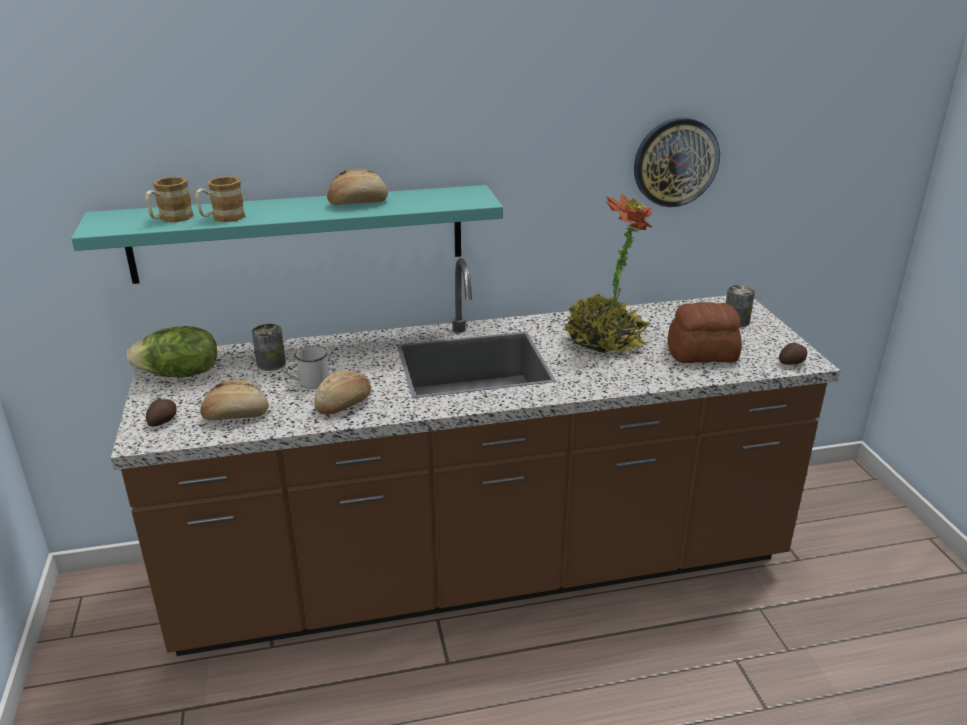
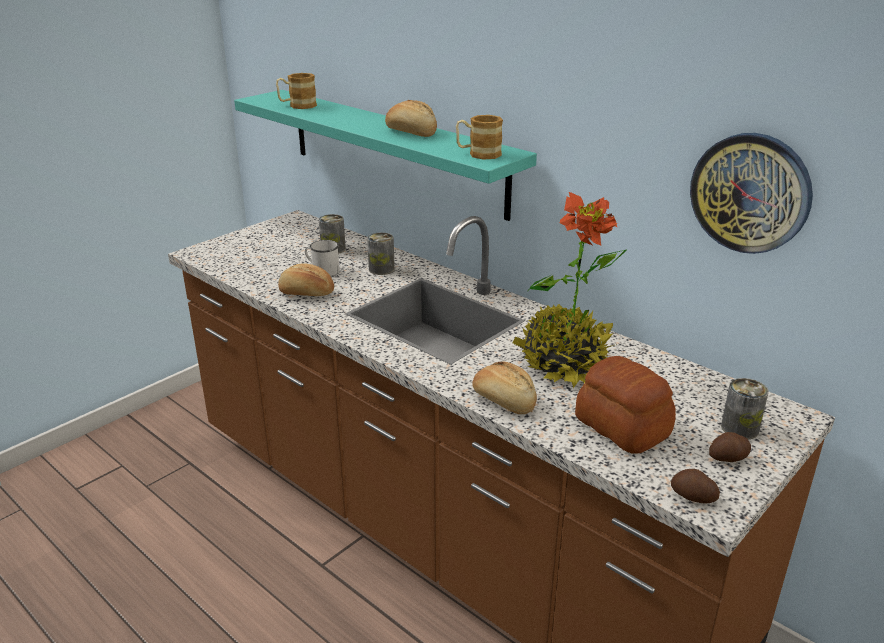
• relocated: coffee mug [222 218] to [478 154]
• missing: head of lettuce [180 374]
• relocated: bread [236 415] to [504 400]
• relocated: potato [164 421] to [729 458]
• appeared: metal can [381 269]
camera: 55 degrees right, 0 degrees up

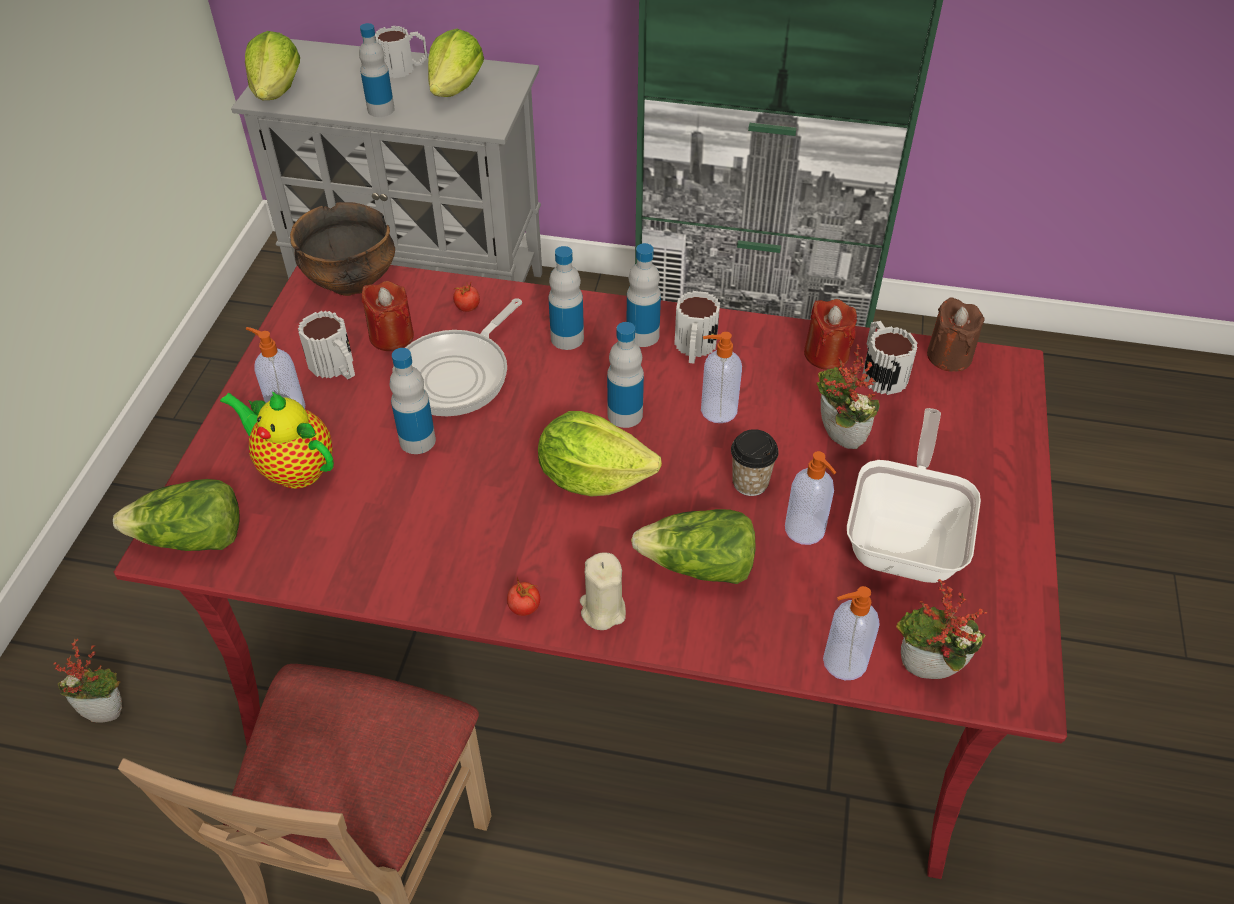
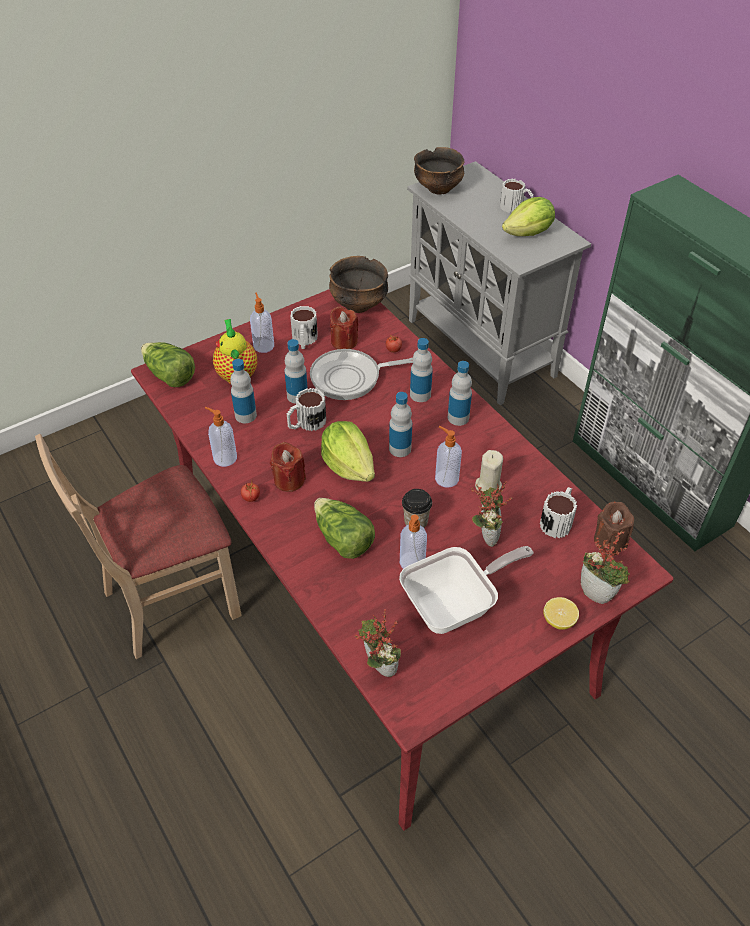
• relocated: beverage bottle [381 109] to [245 415]
• exchanged: head of lettuce [277 91] to deep dish [438 188]
• relocated: coffee mug [694 349] to [306 423]
• relocated: red candle [826 354] to [289 480]
• relocated: beige-coloured candle [602 610] to [488 485]
• relocated: soap bottle [843 662] to [224 458]
• relocated: houseplant [108 710] to [598 593]
• appeared: whole lemon [559 620]
camera: 45 degrees right, 0 degrees up

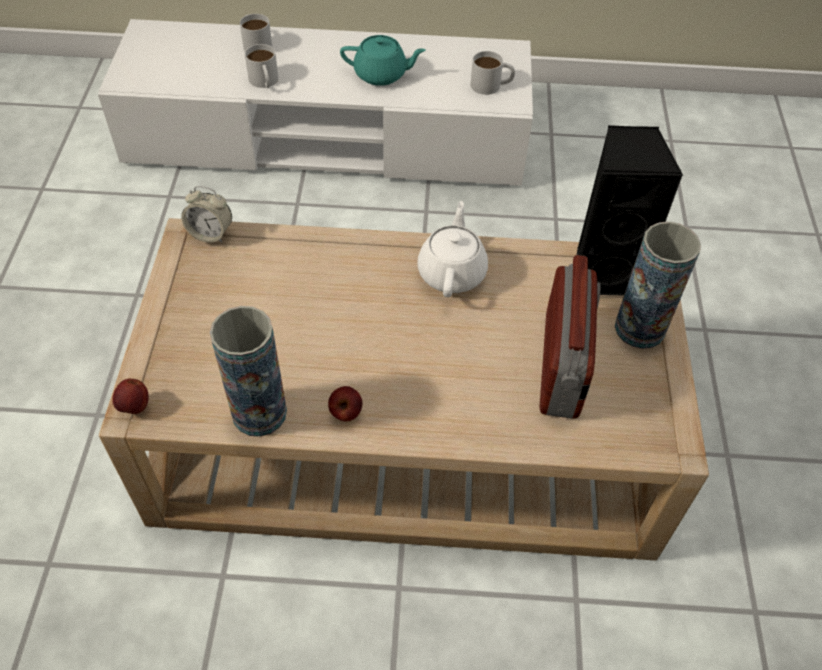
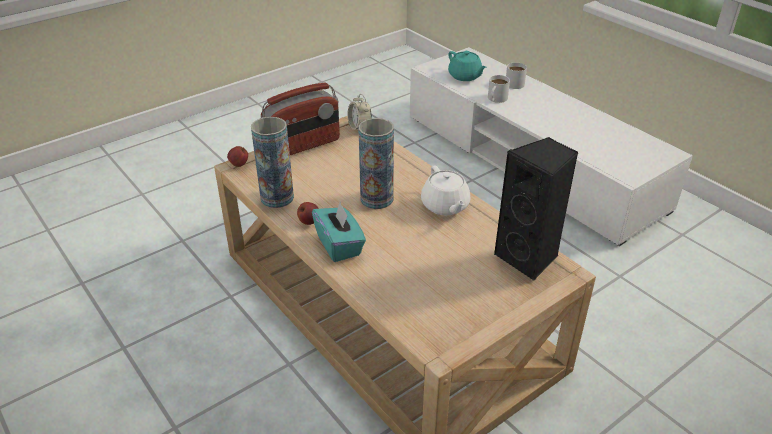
• relocated: turquoise tea pot [381 75] to [465 76]
• missing: white coffee mug [491 85]
• spun: white tea pot [452 272] = [445 206] 105 degrees clockwise
• relocated: flower vase [639 328] to [376 199]
• relocated: radio [562 365] to [303 146]
• appeared: turquoise box of tissues [339 245]
camera: 50 degrees right, 15 degrees down

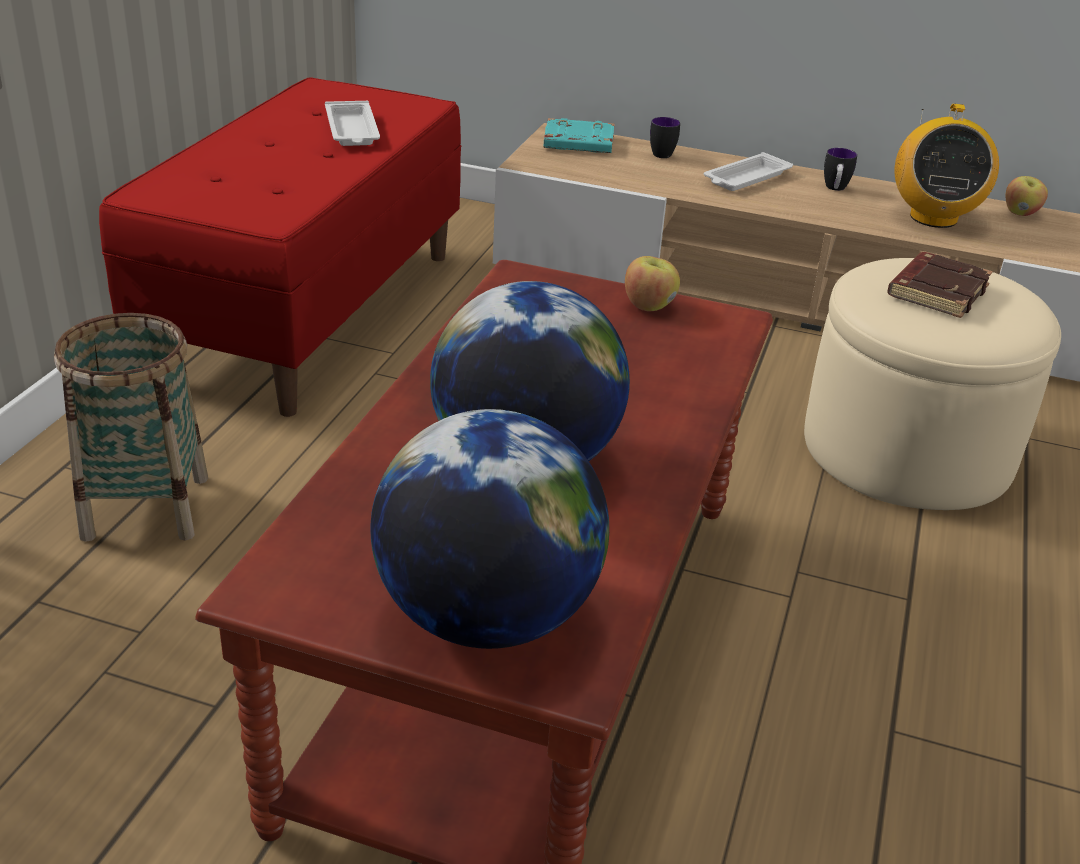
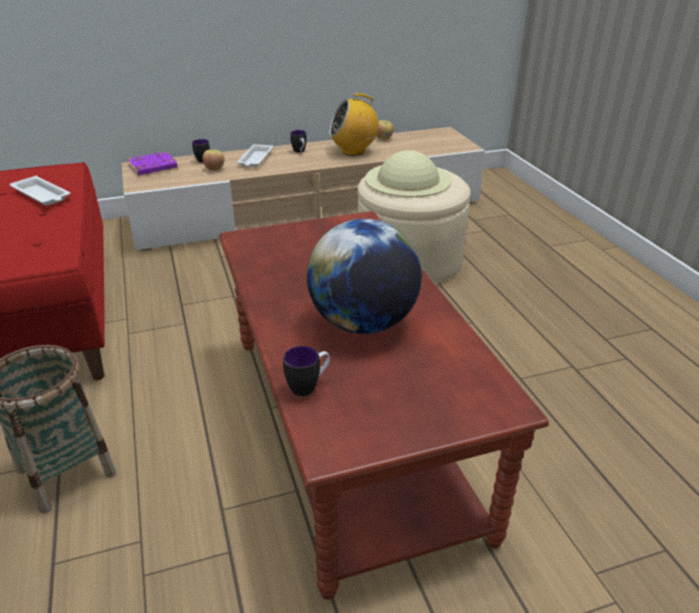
• spun: radio [933 217] = [353 151] 105 degrees clockwise
• colour: turquoise book [577 143] to purplish book [153 168]
• exchanged: brown book [936 291] to beige-coloured hat [408 179]
• relocated: apple [649 305] to [214 169]
• missing: world globe [486 616]
• appeared: coffee mug [309 386]
camera: 35 degrees left, 0 degrees up

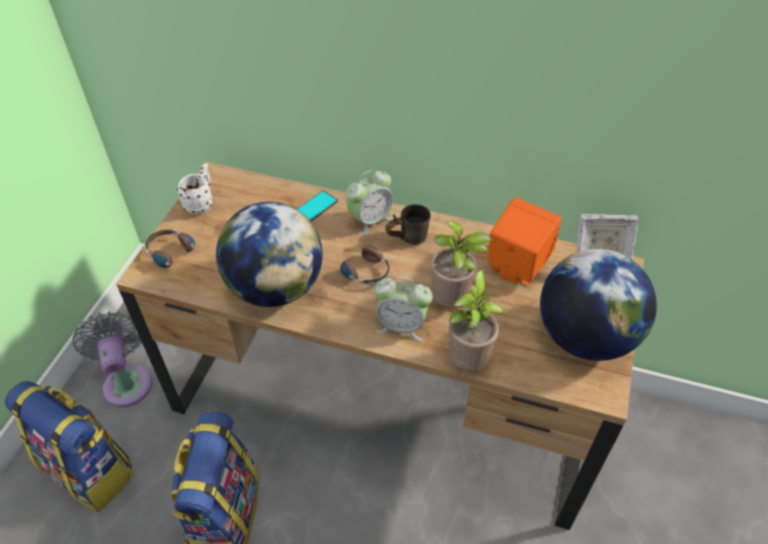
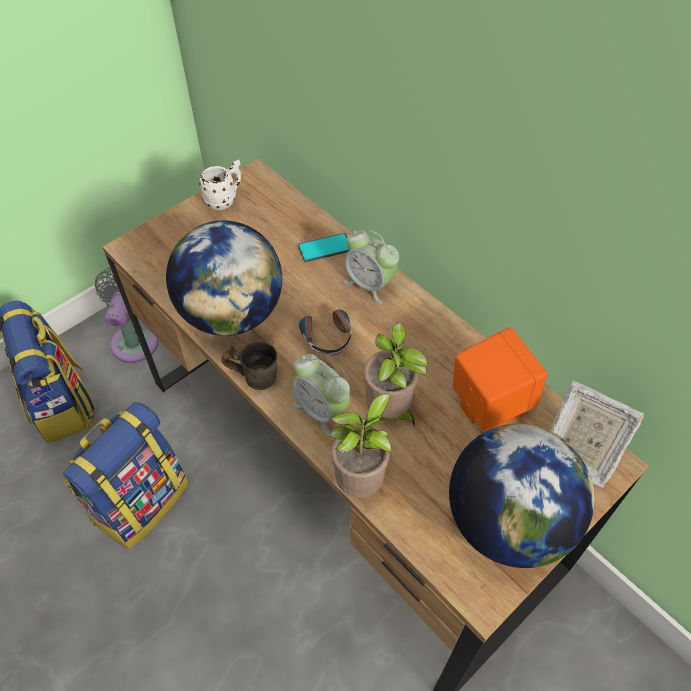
• spun: table clock [370 220] = [370 284] 45 degrees clockwise
• relocated: greyish coffee mug [407 237] to [254 374]
• missing: headphones [175 256]
camera: 30 degrees right, 5 degrees up

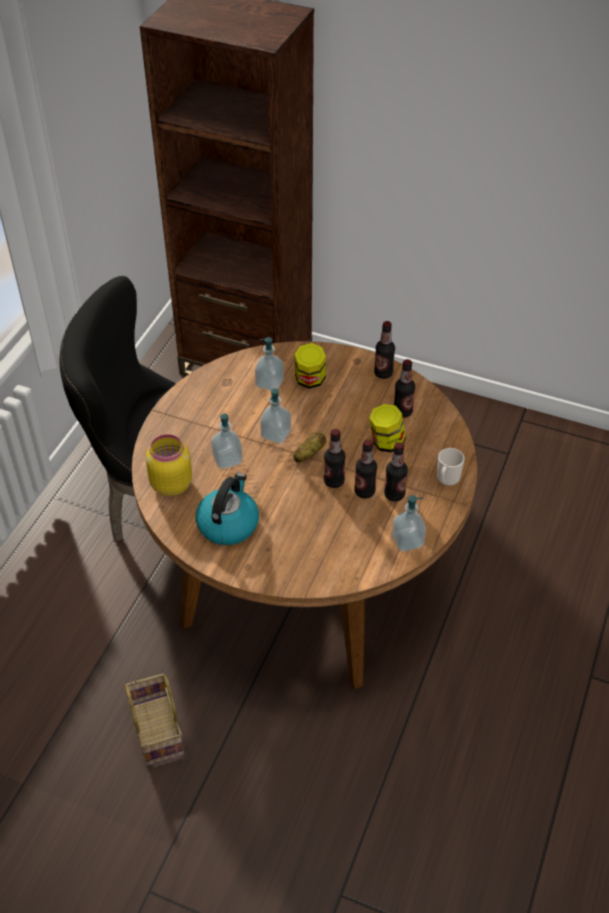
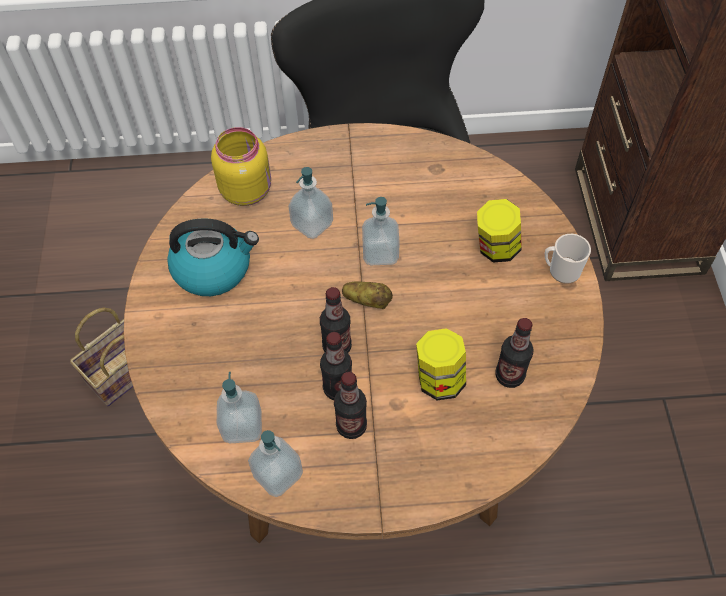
• missing: beverage bottle [383 373]
• relocated: soap bottle [269 383] to [242 426]
• relocated: coffee mug [447 479] to [561 270]
camera: 65 degrees right, 10 degrees up

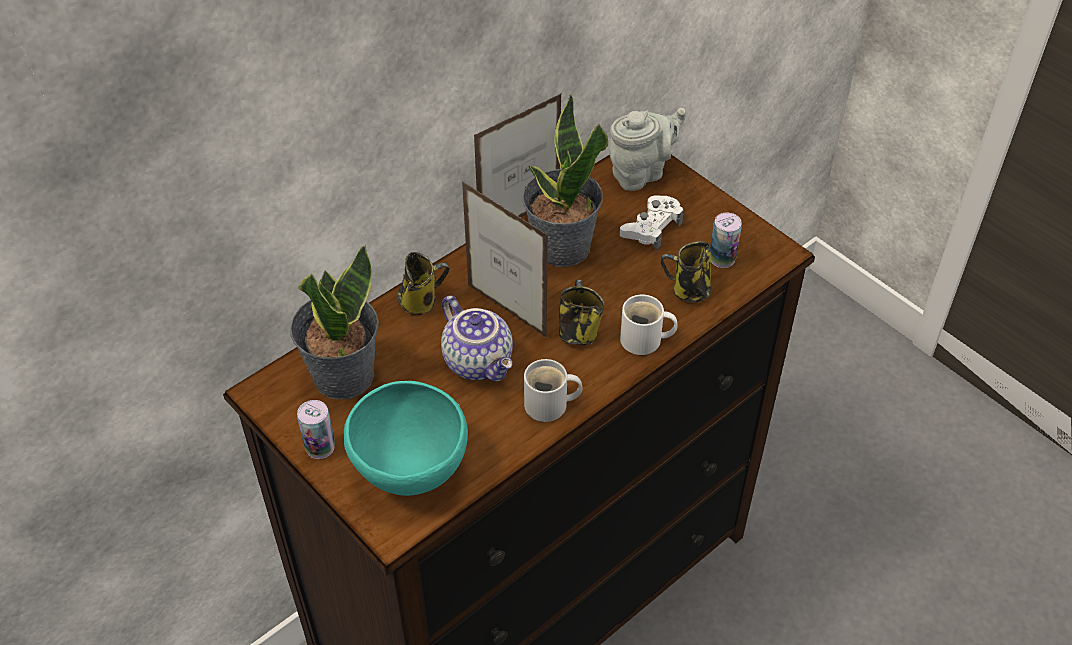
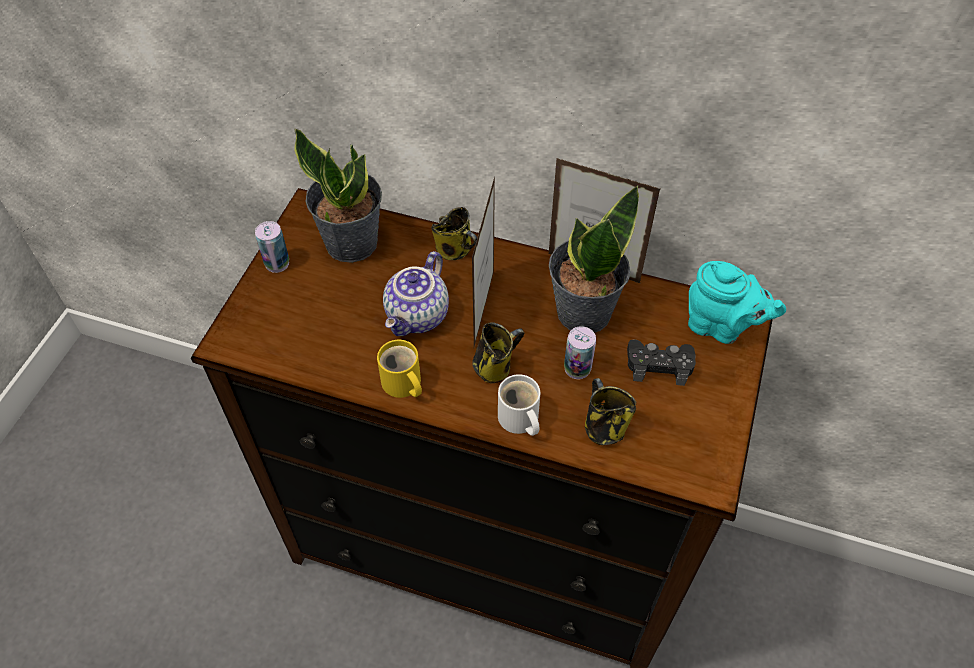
• colour: greyish tea pot [641 173] to turquoise tea pot [721 327]
• colour: white joypad [652 227] to blackish joypad [659 365]
• relocated: metal can [722 259] to [577 368]
• colour: white coffee mug [550 406] to yellow coffee mug [402 385]
• missing: turquoise deep dish [409 470]
camera: 60 degrees right, 5 degrees up

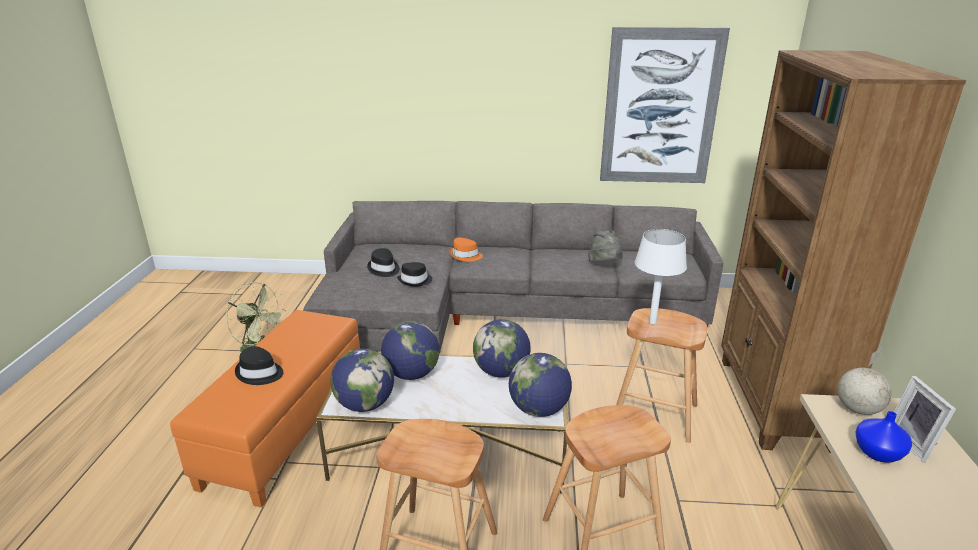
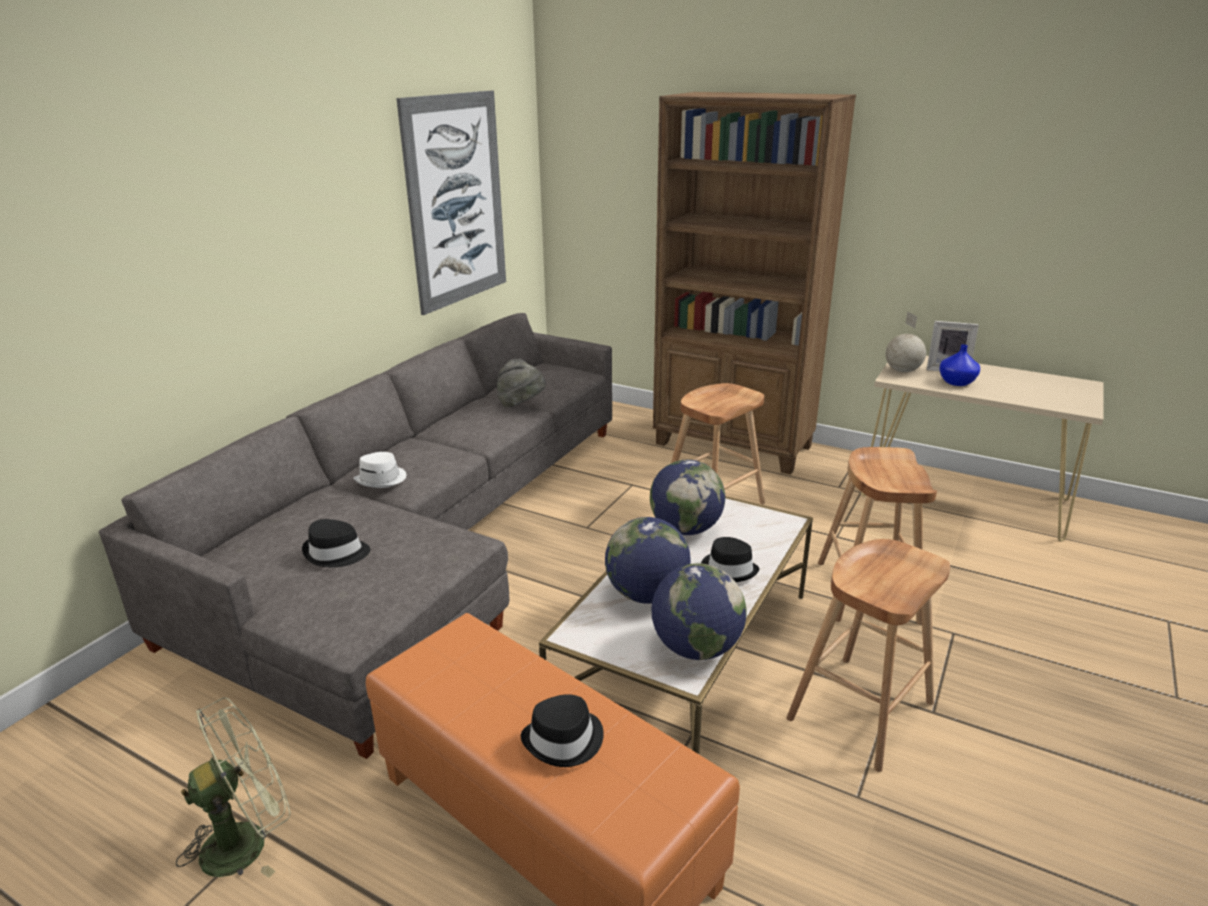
• missing: white lamp for a table [652 321]
• colour: orangey hat [465 256] to white hat [382 479]
• relocated: blackish hat [415 281] to [728 570]
• missing: world globe [539 409]
camera: 65 degrees left, 0 degrees up

